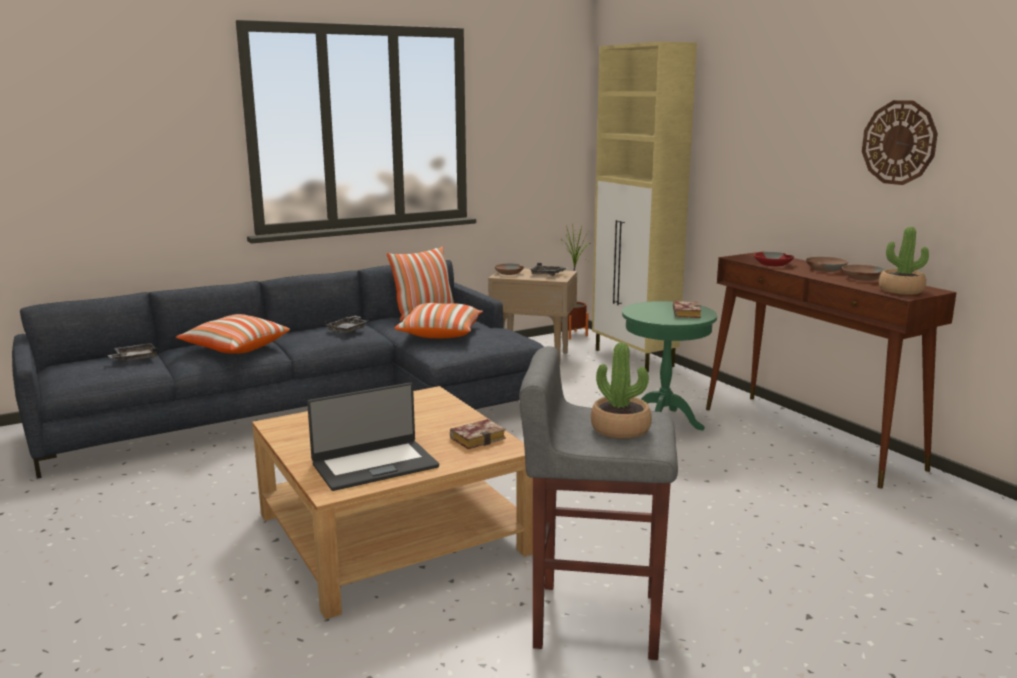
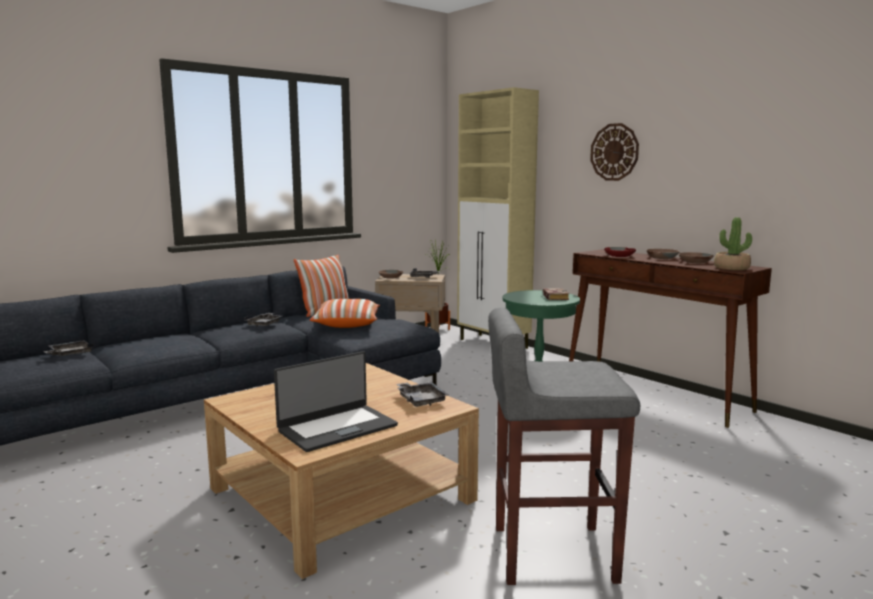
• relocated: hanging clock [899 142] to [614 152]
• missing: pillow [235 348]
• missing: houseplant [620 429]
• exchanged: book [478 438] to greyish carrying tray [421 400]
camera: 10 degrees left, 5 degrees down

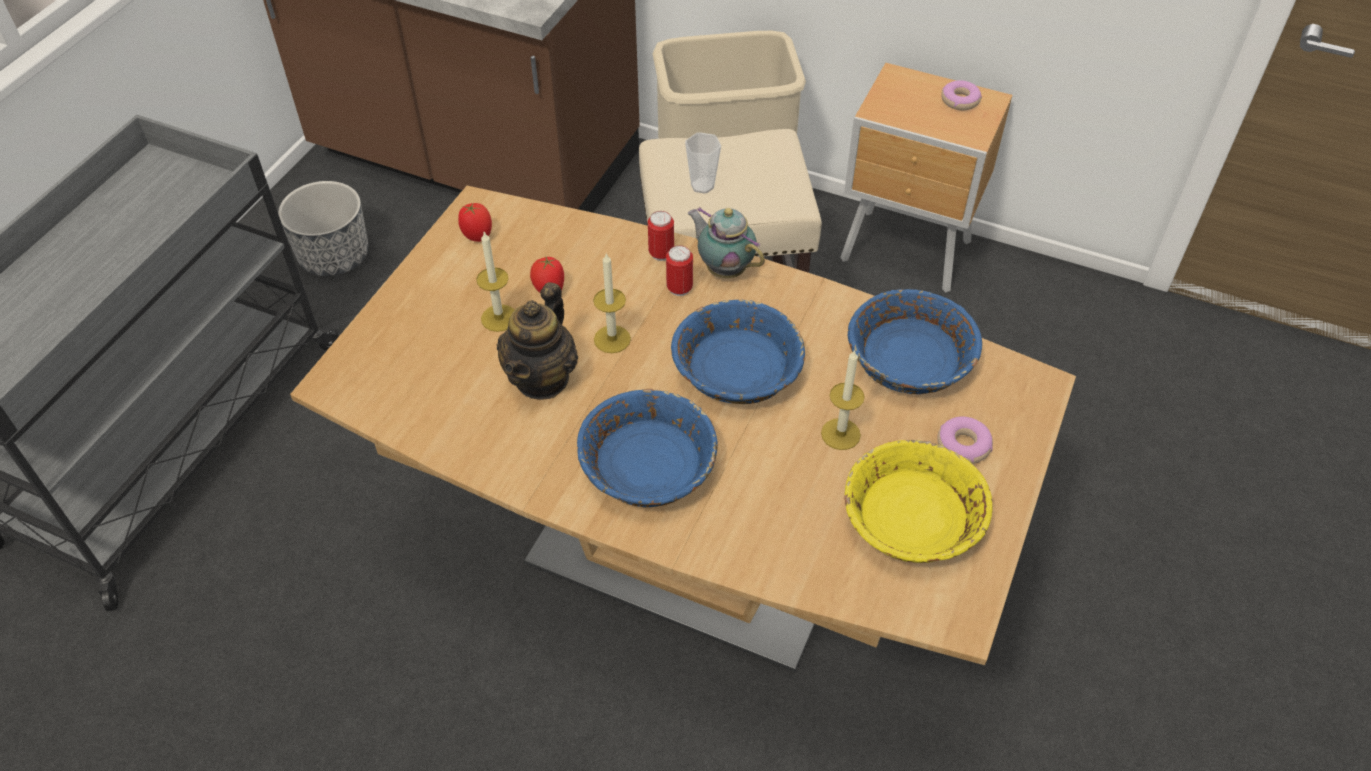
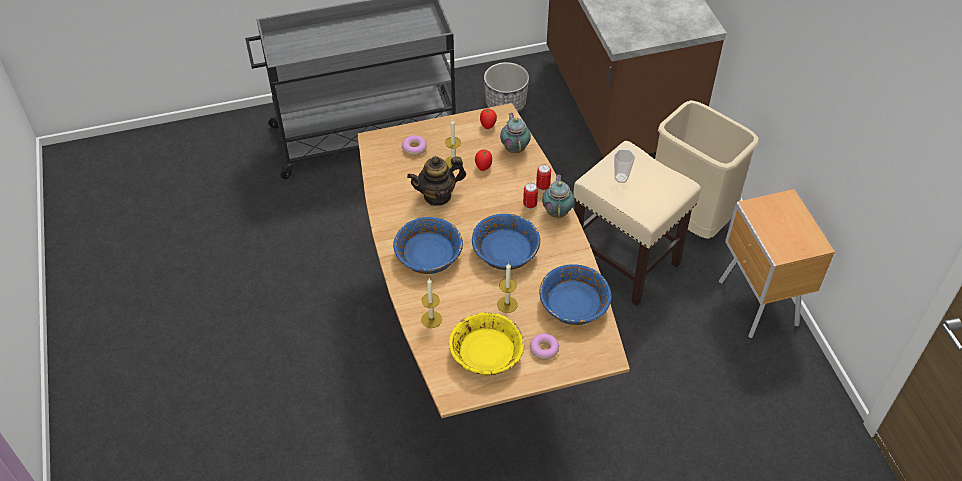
• relocated: donut [960 100] to [414 148]
• relocated: candle [612 339] to [431 319]
• appeared: tea pot [515 148]
camera: 50 degrees right, 0 degrees up

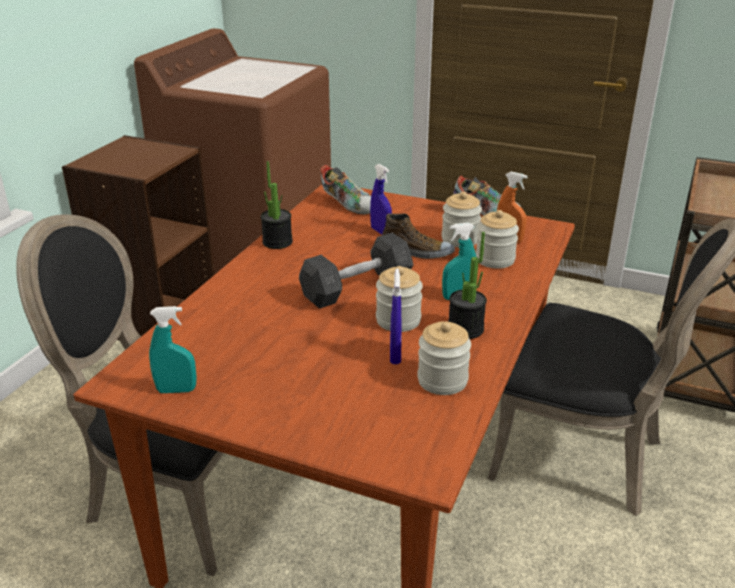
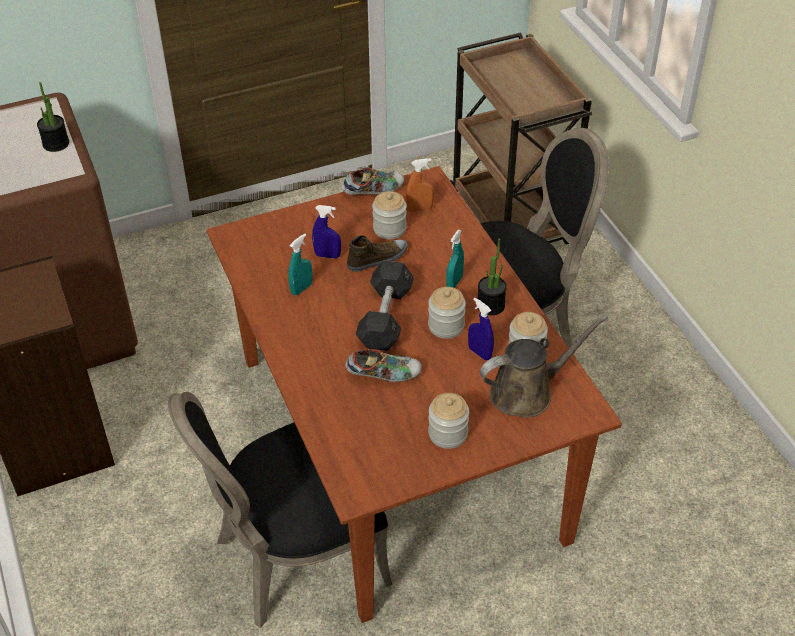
• relocated: houseplant [277 242] to [56 144]
• relocated: low shoe [349 205] to [384 375]
• relocated: storage jar [495 259] to [448 434]
• relocated: turquoise sprayer [176 390] to [301 288]
• appeared: brown sprinkling can [527 392]
camera: 45 degrees left, 15 degrees up

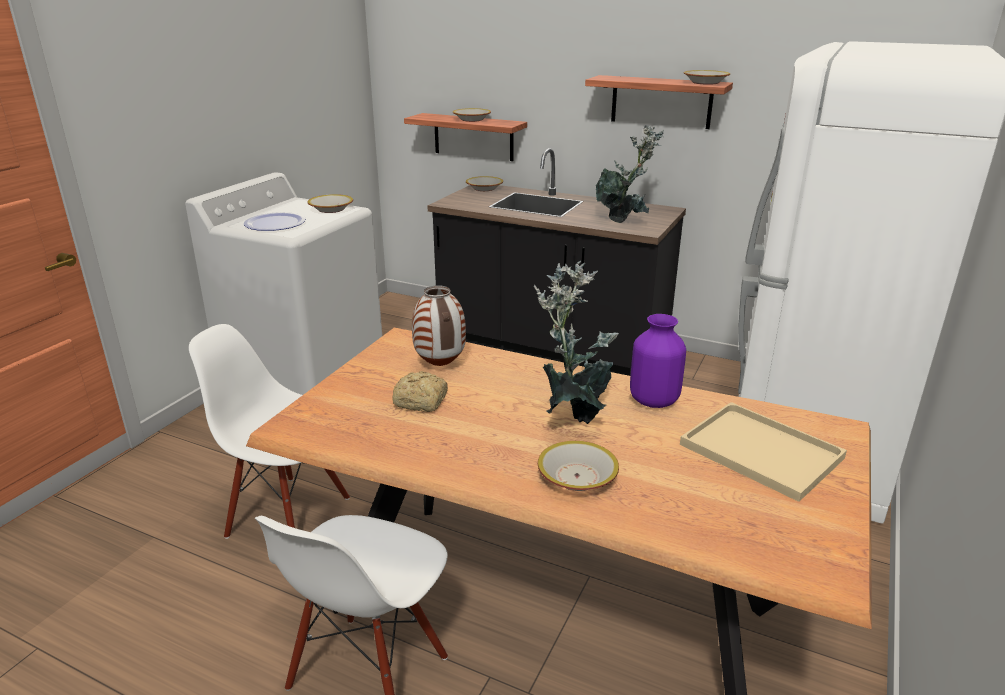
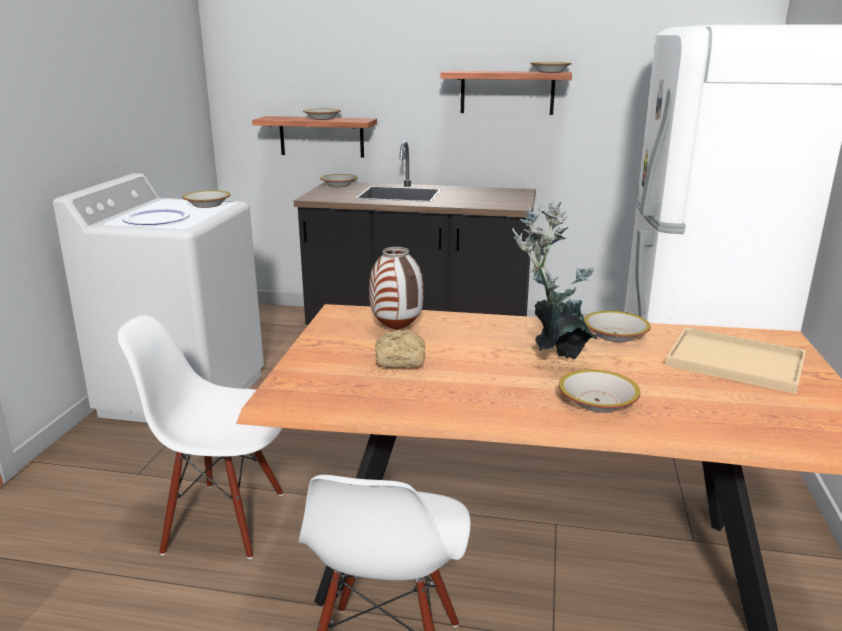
• missing: houseplant [624 220]
• exchanged: purplish flower vase [653 400] to deep dish [615 335]
camera: 15 degrees left, 5 degrees down

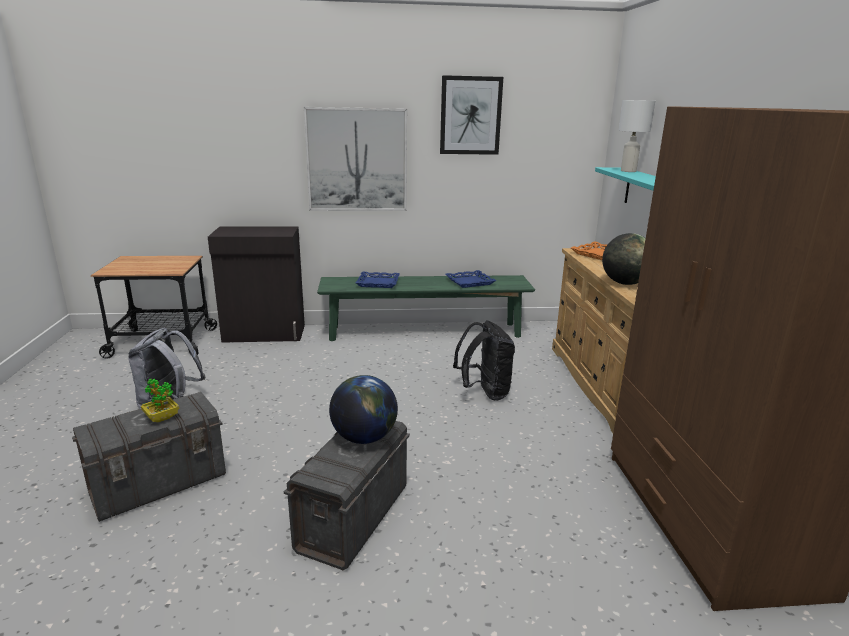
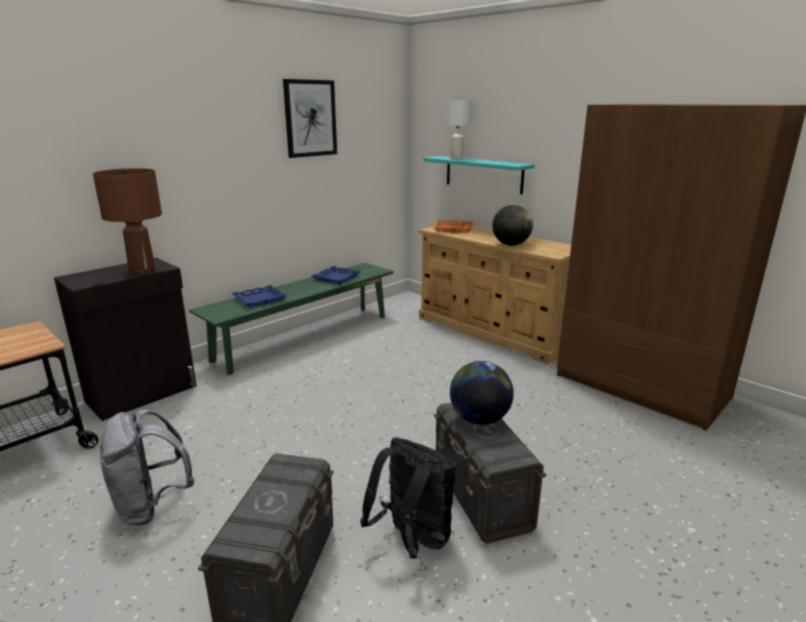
• missing: wall art [357 160]
• relocated: blackish rucksack [484 392] to [412 540]
• missing: houseplant [161 417]
• appeared: brown lamp for a table [142 270]
camera: 40 degrees left, 0 degrees up

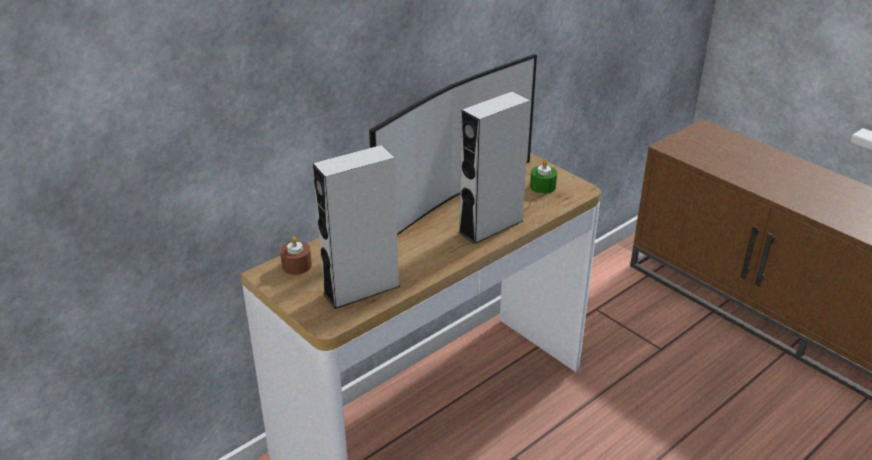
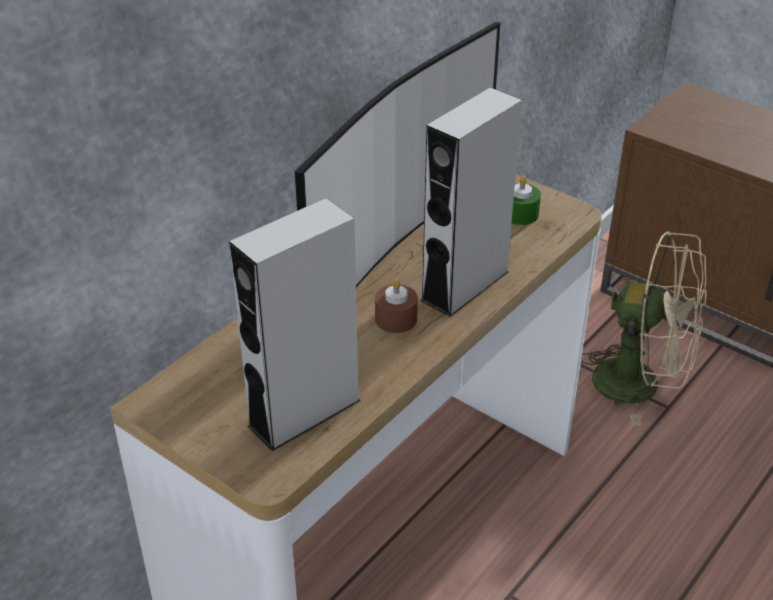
• relocated: brown candle [296 265] to [396 319]
• appeared: beige-coloured electric fan [641 384]
camera: 10 degrees left, 5 degrees up

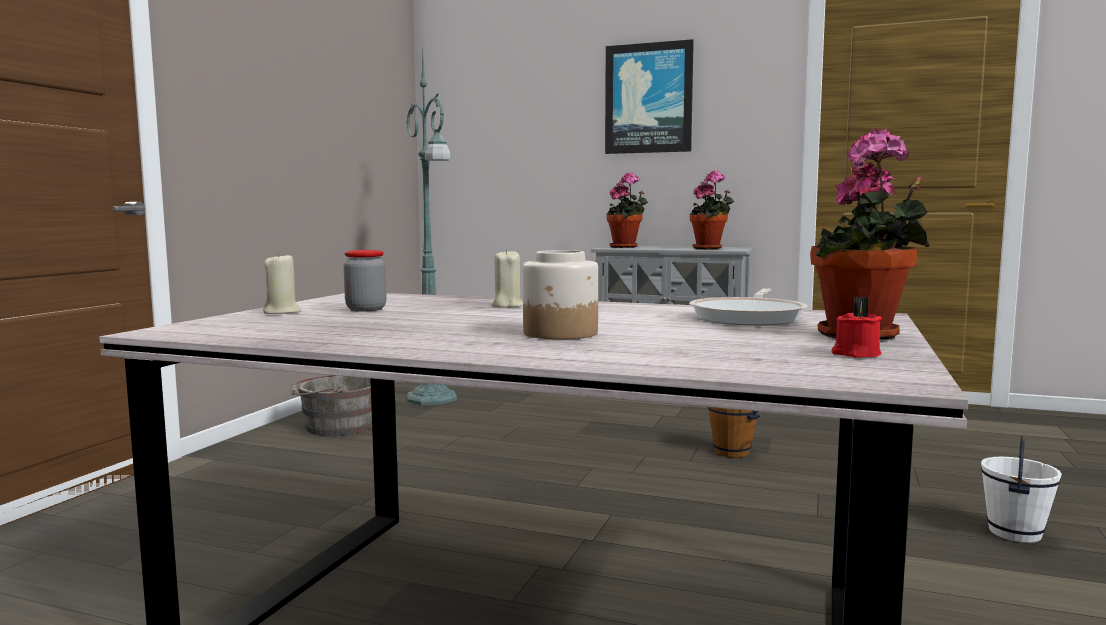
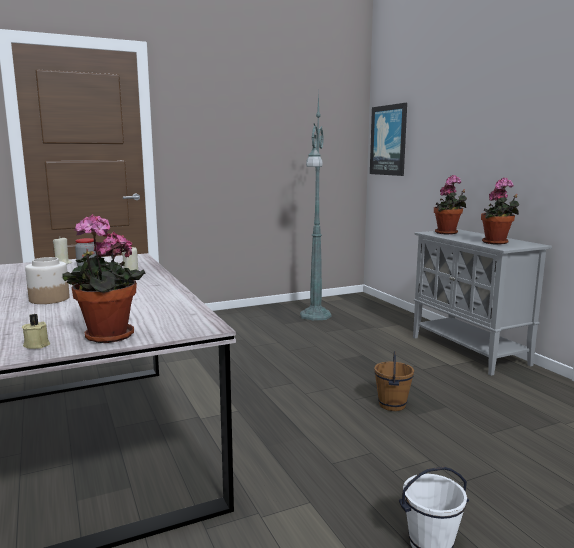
• relocated: wall art [648 98] to [389 140]
• missing: frying pan [749 317]
• colour: red candle [855 354] to beige-coloured candle [37 345]
• missing: greyish water bucket [336 426]
camera: 45 degrees right, 5 degrees up

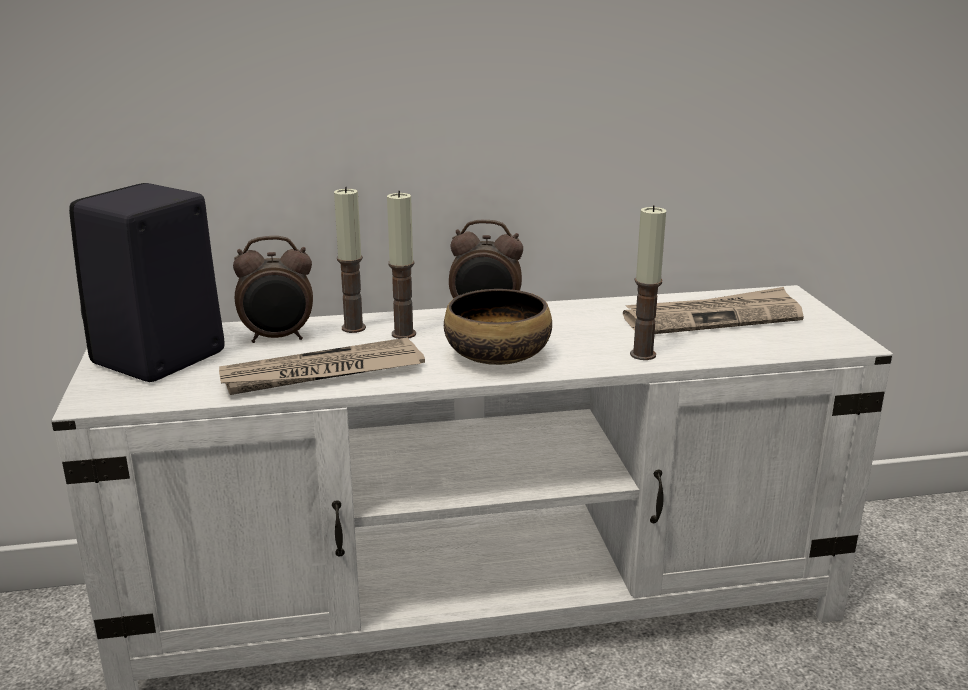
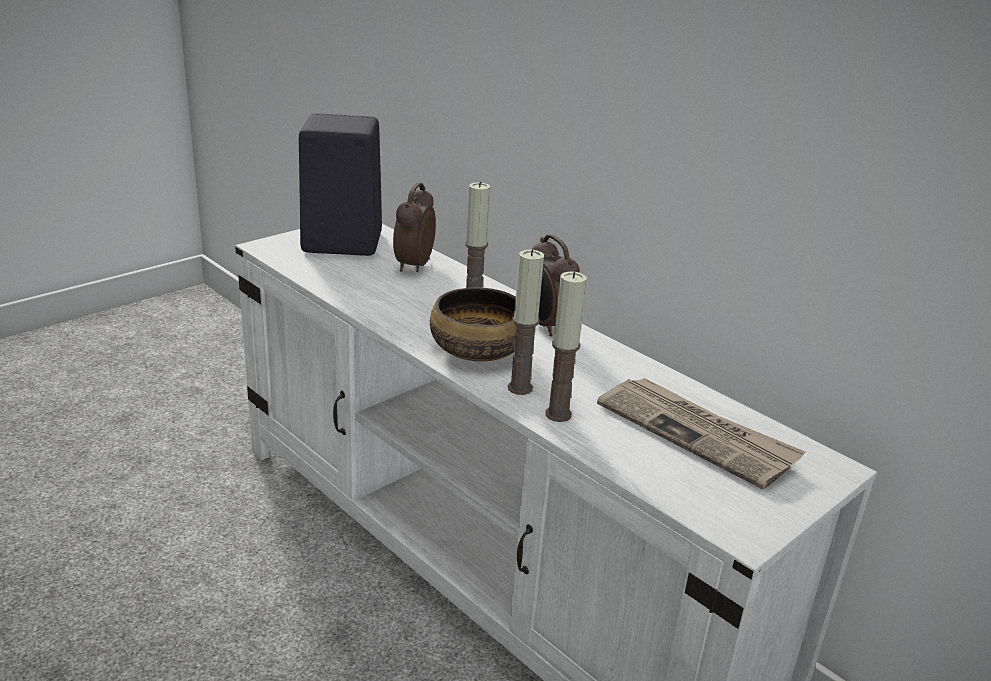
• relocated: candle [353 328] to [520 388]
• spun: table clock [278 338] = [413 266] 60 degrees clockwise
• missing: daily paper [322 373]
camera: 55 degrees right, 5 degrees up

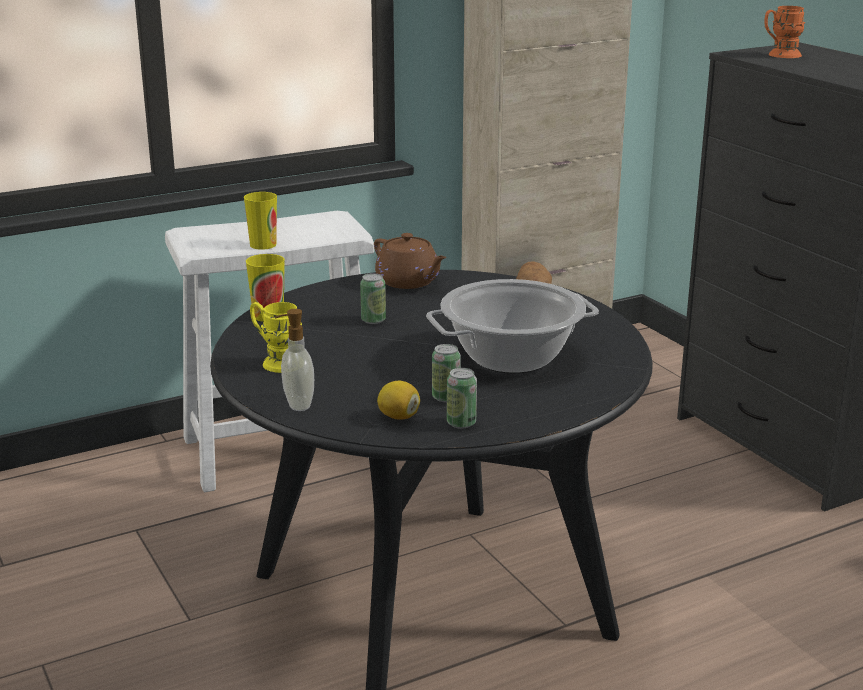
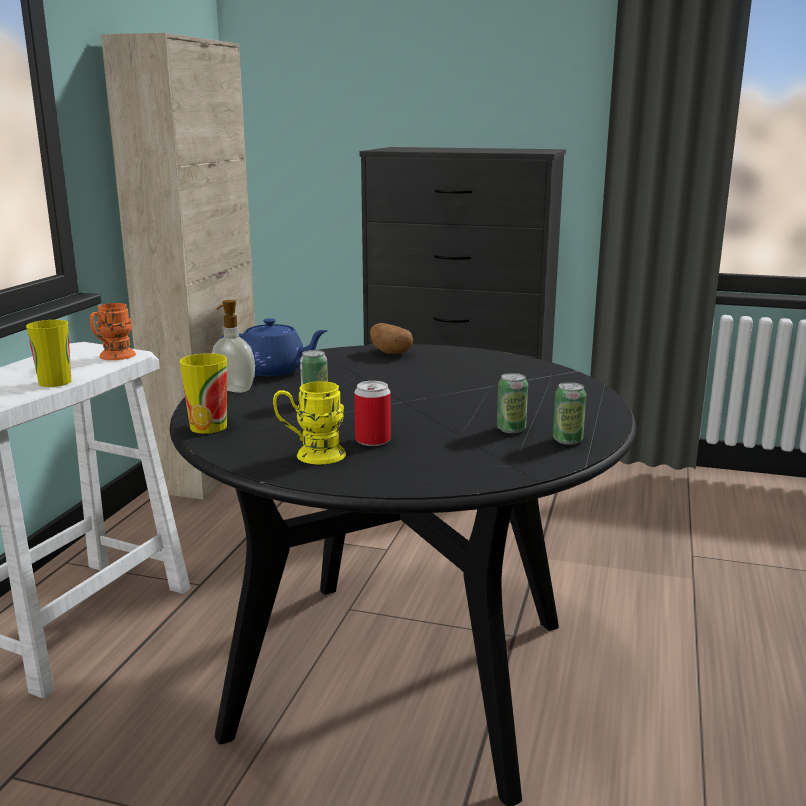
• relocated: orangey coffee mug [779 55] to [113 357]
• colour: brown tea pot [409 282] to bluish tea pot [274 370]
• missing: cooking pot [511 358]
• relocated: soap bottle [297 404] to [234 390]
• missing: whole lemon [398 416]
• appeared: metal can [373 440]
camera: 45 degrees left, 5 degrees down

